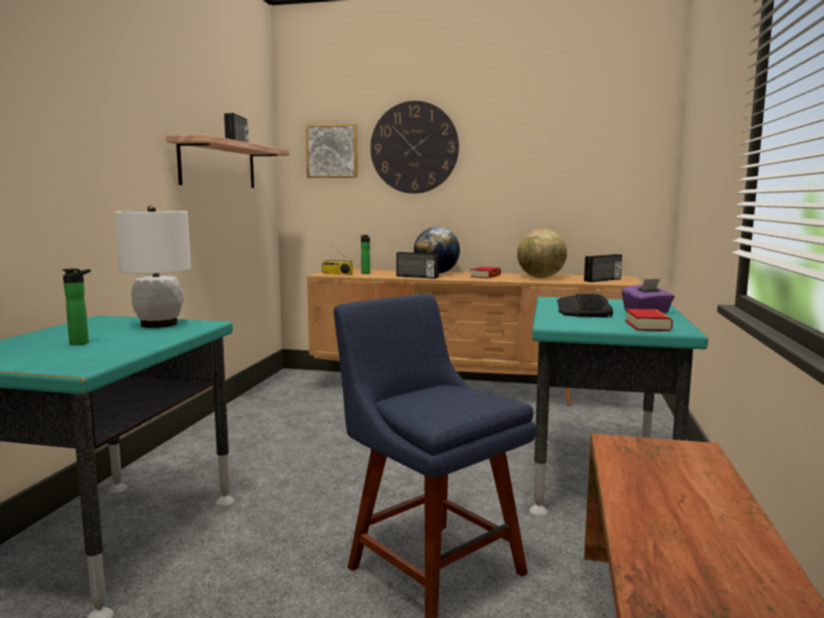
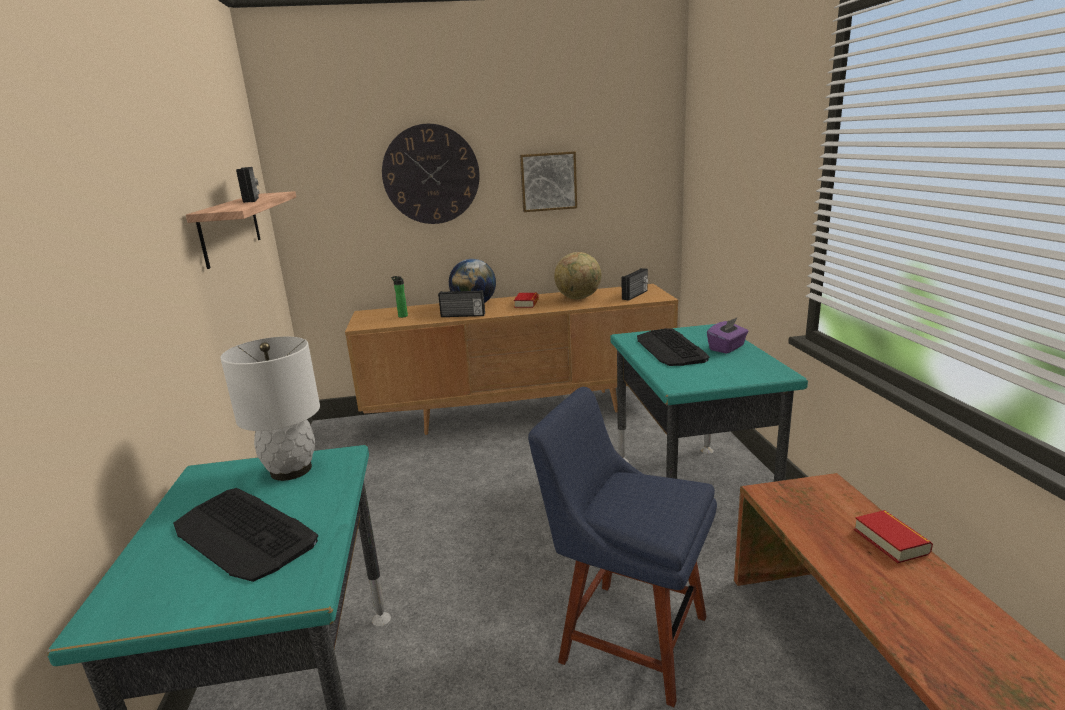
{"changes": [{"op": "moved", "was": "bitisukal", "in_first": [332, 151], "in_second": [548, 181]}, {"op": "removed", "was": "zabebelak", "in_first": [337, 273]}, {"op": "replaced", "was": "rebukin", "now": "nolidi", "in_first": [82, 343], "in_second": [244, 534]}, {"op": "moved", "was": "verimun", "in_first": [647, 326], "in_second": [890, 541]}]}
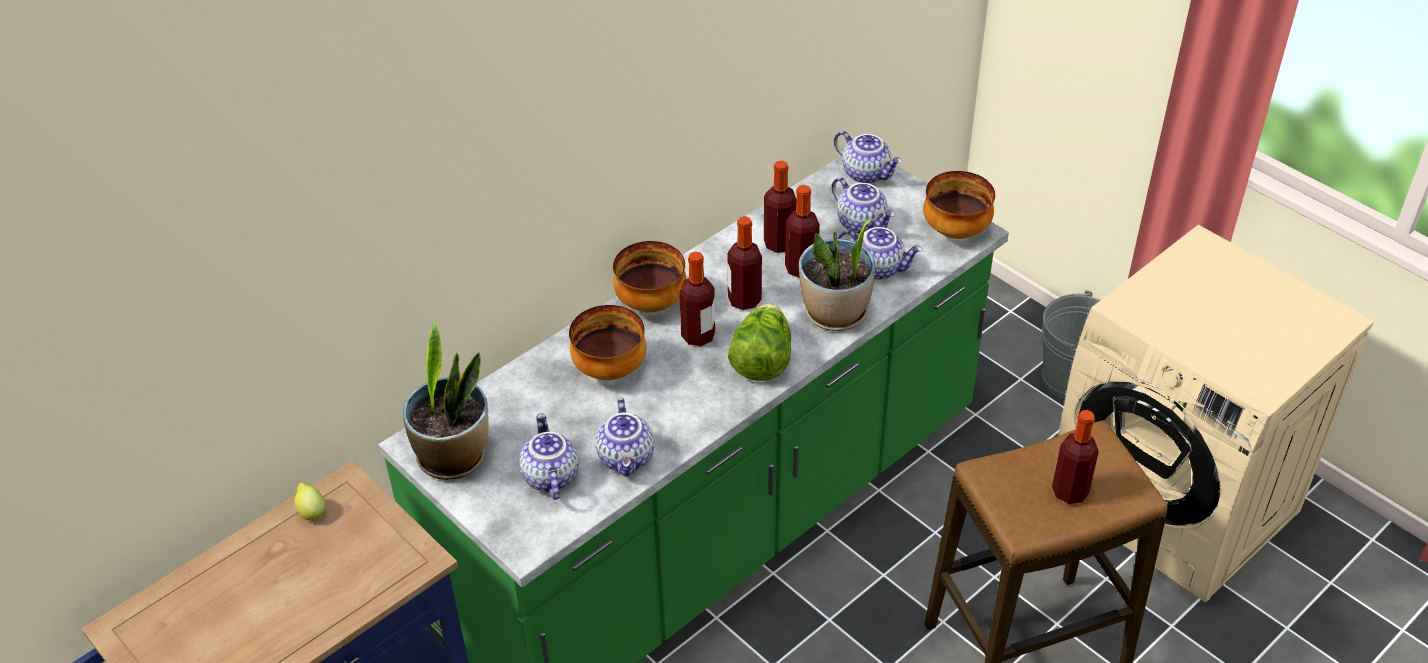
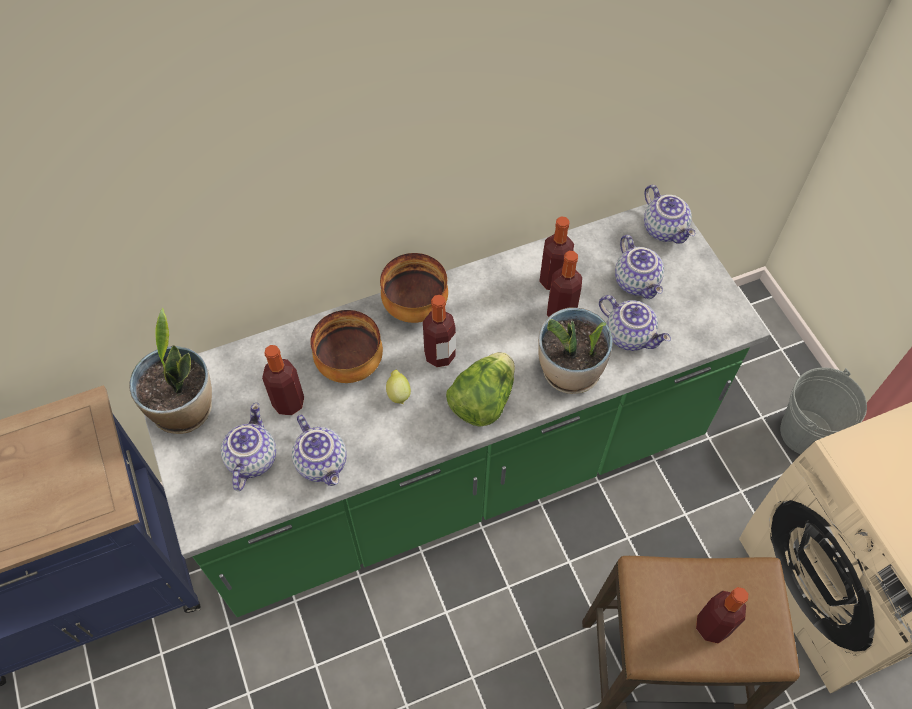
{"changes": [{"op": "removed", "was": "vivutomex", "in_first": [956, 230]}, {"op": "moved", "was": "rebukin", "in_first": [744, 300], "in_second": [288, 402]}, {"op": "turned", "was": "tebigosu", "in_first": [627, 458], "in_second": [323, 463], "clockwise": -45}, {"op": "moved", "was": "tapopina", "in_first": [312, 512], "in_second": [398, 393]}]}
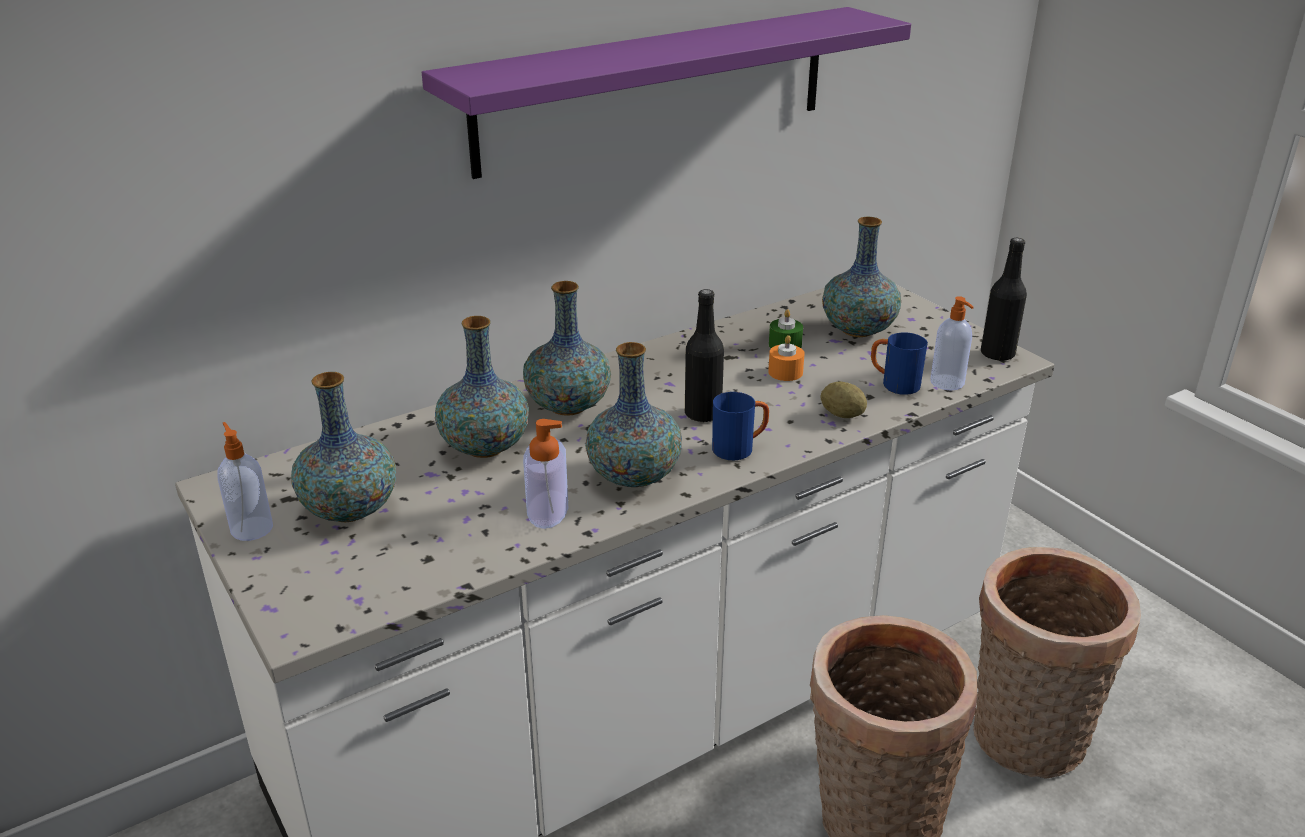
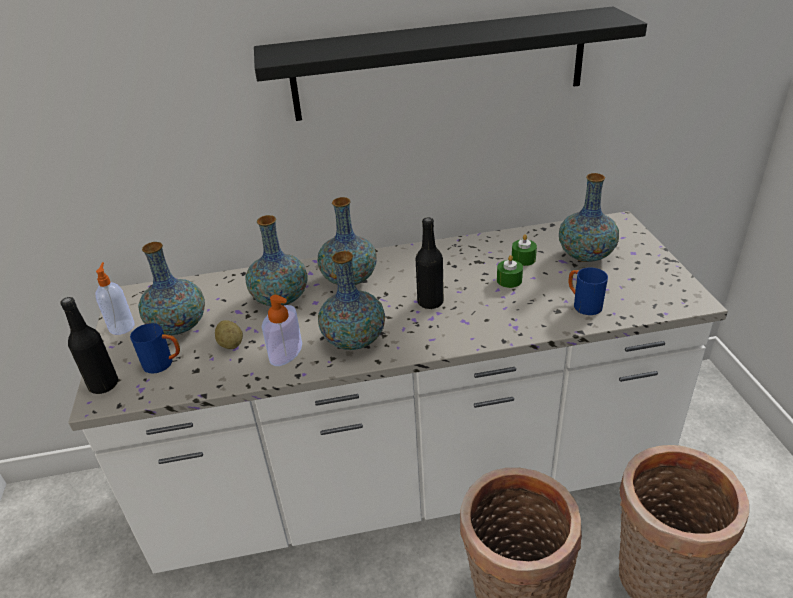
{"changes": [{"op": "recoloured", "was": "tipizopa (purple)", "now": "tipizopa (black)", "in_first": [656, 89], "in_second": [440, 65]}, {"op": "moved", "was": "rebukin (black)", "in_first": [997, 354], "in_second": [104, 385]}, {"op": "removed", "was": "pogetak", "in_first": [948, 383]}, {"op": "recoloured", "was": "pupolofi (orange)", "now": "pupolofi (green)", "in_first": [785, 372], "in_second": [509, 280]}, {"op": "moved", "was": "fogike", "in_first": [842, 414], "in_second": [231, 344]}, {"op": "moved", "was": "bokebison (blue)", "in_first": [740, 448], "in_second": [164, 364]}]}
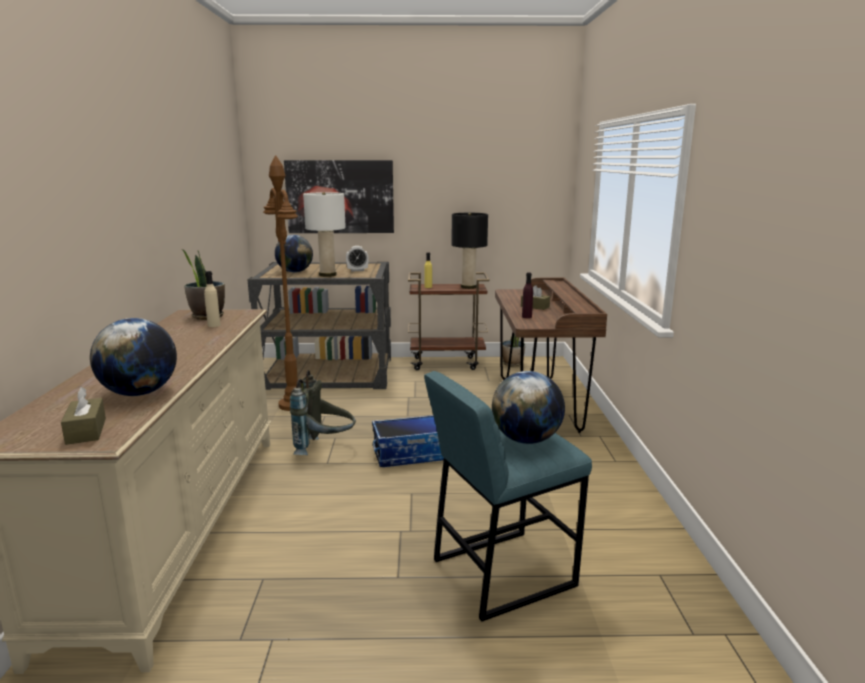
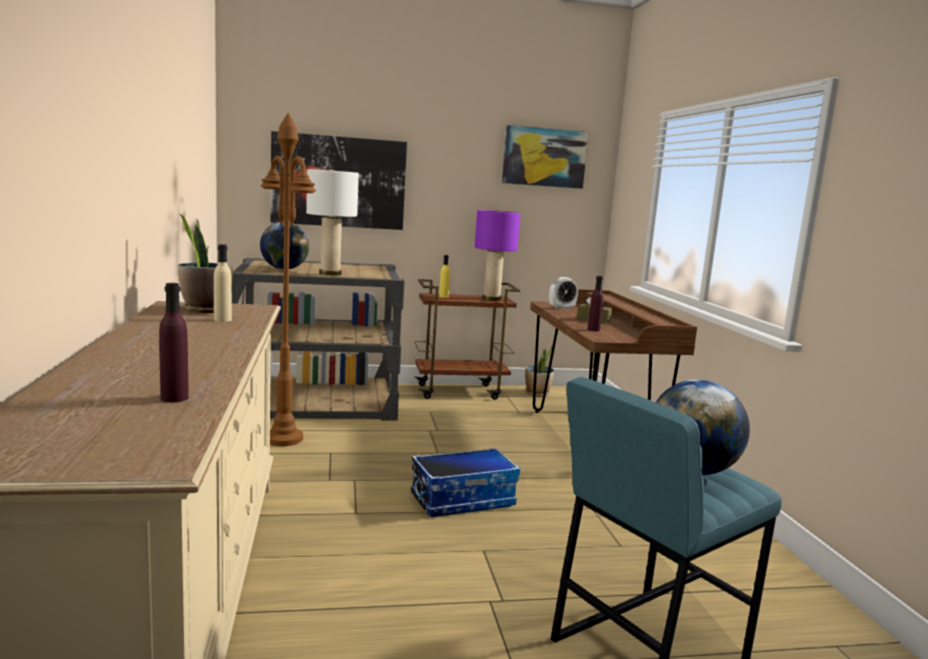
{"changes": [{"op": "recoloured", "was": "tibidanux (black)", "now": "tibidanux (purple)", "in_first": [468, 287], "in_second": [492, 299]}, {"op": "moved", "was": "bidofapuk", "in_first": [357, 270], "in_second": [562, 308]}, {"op": "replaced", "was": "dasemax", "now": "rebukin (purple)", "in_first": [140, 393], "in_second": [174, 398]}, {"op": "removed", "was": "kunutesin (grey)", "in_first": [325, 448]}, {"op": "removed", "was": "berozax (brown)", "in_first": [86, 431]}, {"op": "added", "now": "bitisukal", "in_second": [544, 157]}]}
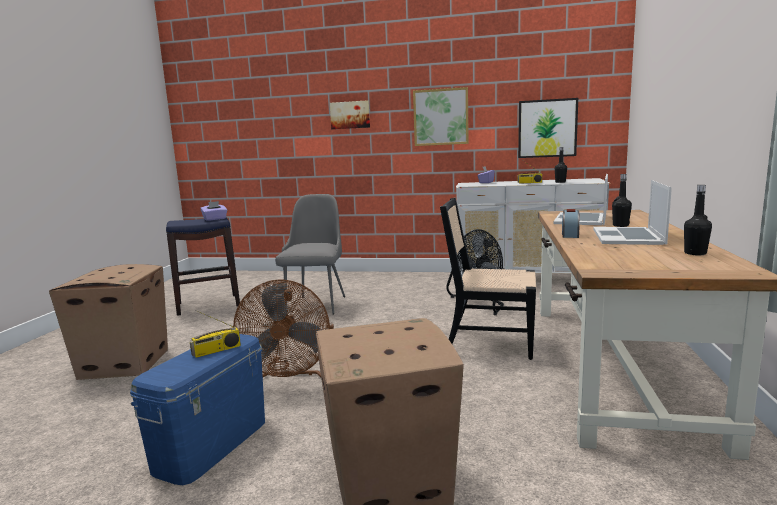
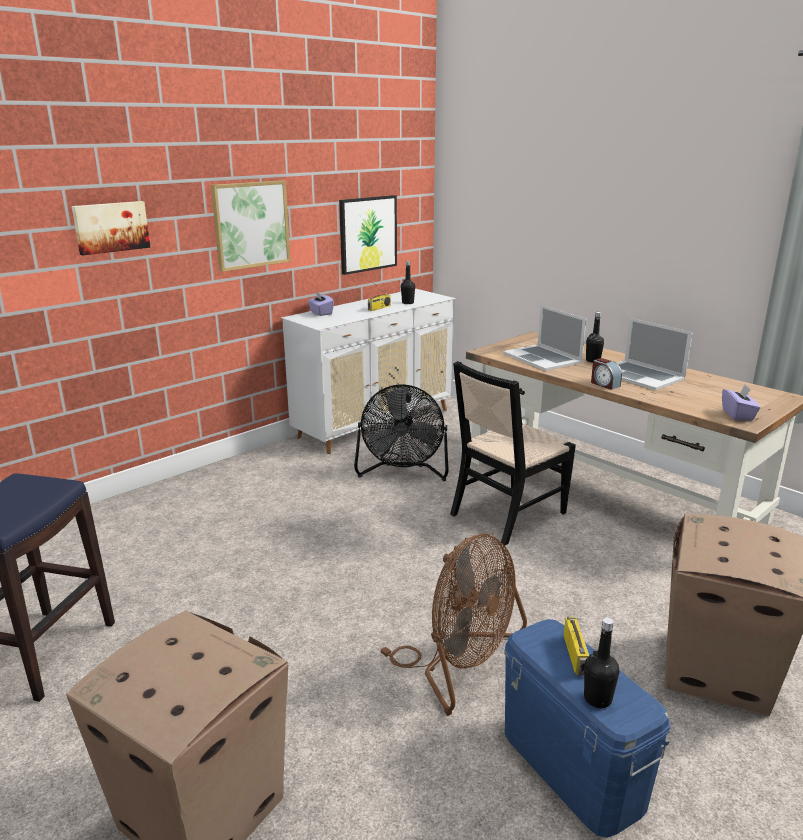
{"changes": [{"op": "moved", "was": "rebukin (black)", "in_first": [695, 253], "in_second": [597, 699]}, {"op": "removed", "was": "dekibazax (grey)", "in_first": [316, 305]}, {"op": "moved", "was": "berozax (purple)", "in_first": [215, 219], "in_second": [738, 415]}]}
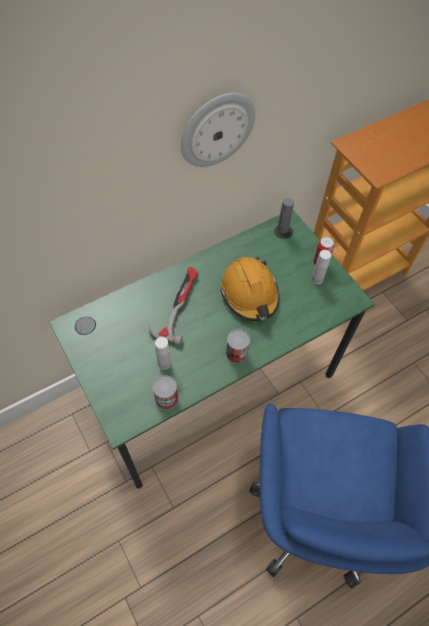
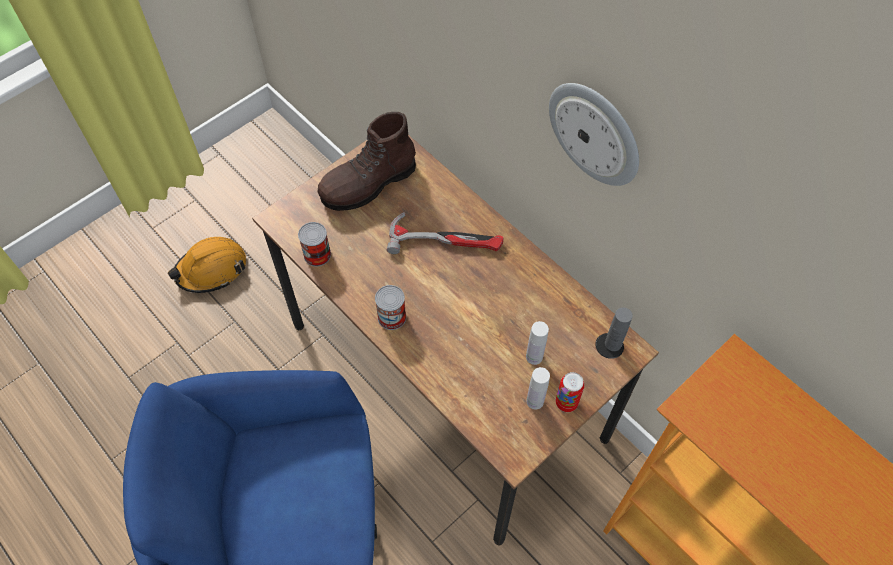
{"changes": [{"op": "recoloured", "was": "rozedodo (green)", "now": "rozedodo (brown)", "in_first": [212, 384], "in_second": [446, 381]}, {"op": "moved", "was": "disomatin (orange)", "in_first": [249, 293], "in_second": [211, 269]}, {"op": "moved", "was": "rebukin (white)", "in_first": [164, 363], "in_second": [534, 357]}, {"op": "added", "now": "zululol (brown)", "in_second": [368, 184]}]}
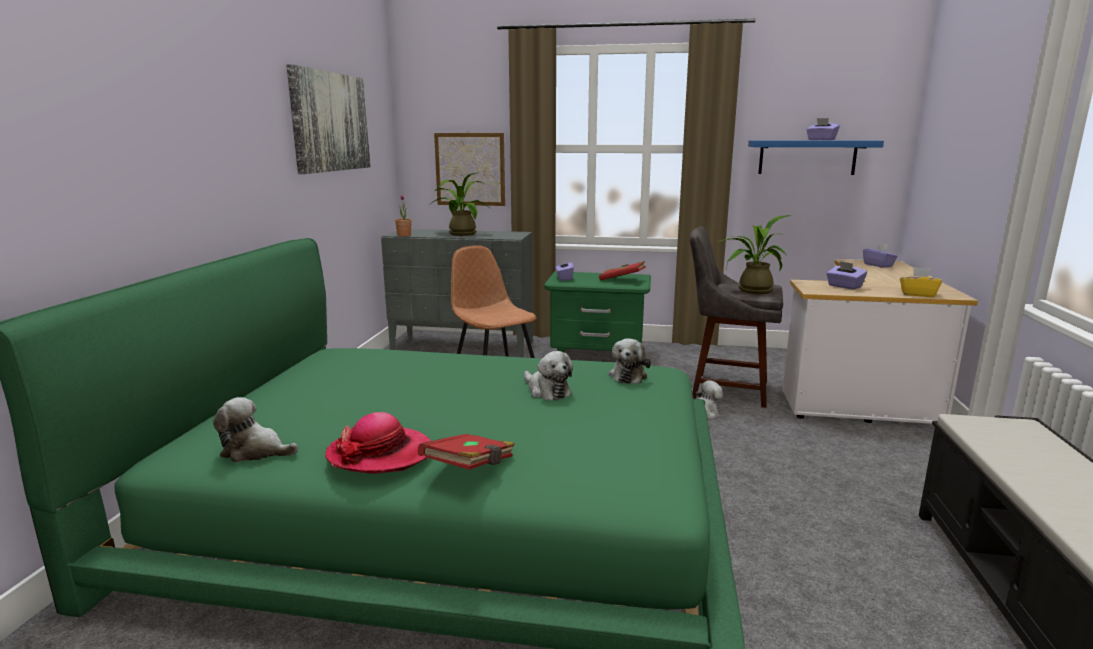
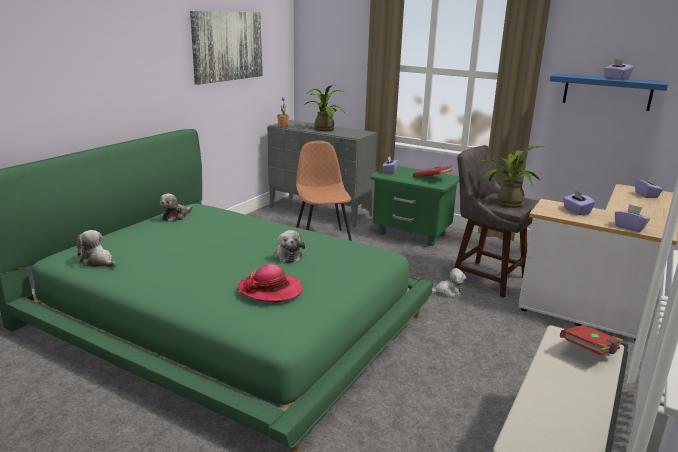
{"changes": [{"op": "removed", "was": "bitisukal", "in_first": [470, 168]}, {"op": "recoloured", "was": "berozax (yellow)", "now": "berozax (purple)", "in_first": [917, 294], "in_second": [629, 227]}, {"op": "moved", "was": "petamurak", "in_first": [628, 375], "in_second": [176, 216]}, {"op": "moved", "was": "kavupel", "in_first": [380, 454], "in_second": [270, 290]}, {"op": "moved", "was": "verimun (red)", "in_first": [470, 468], "in_second": [590, 351]}]}
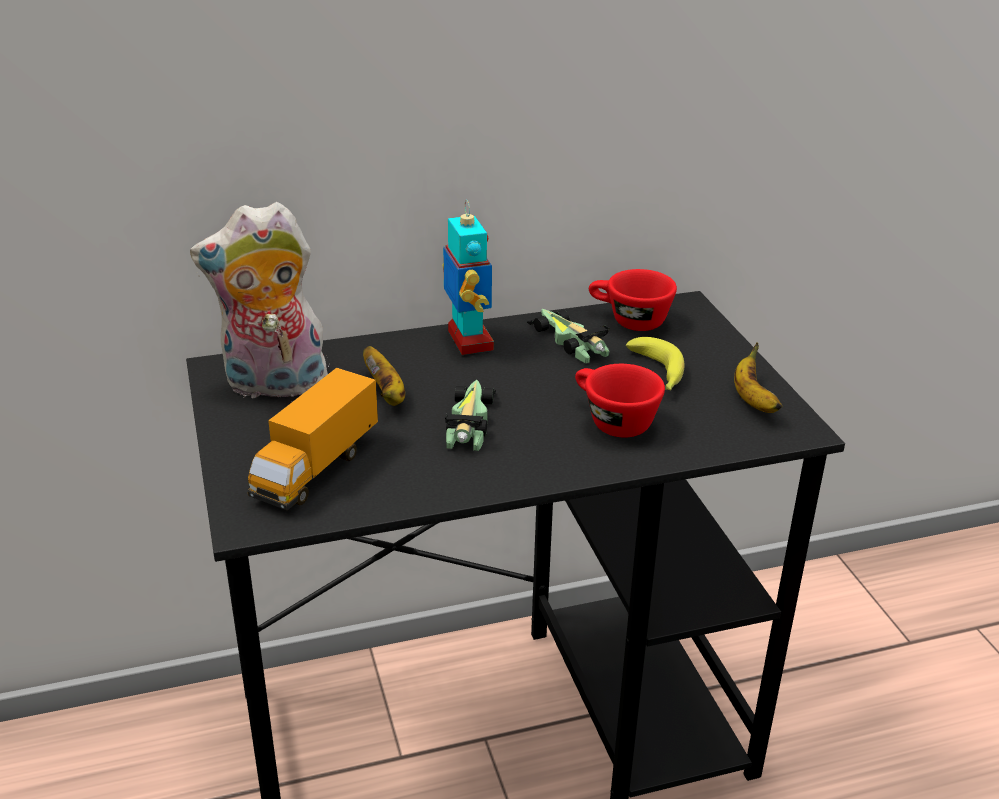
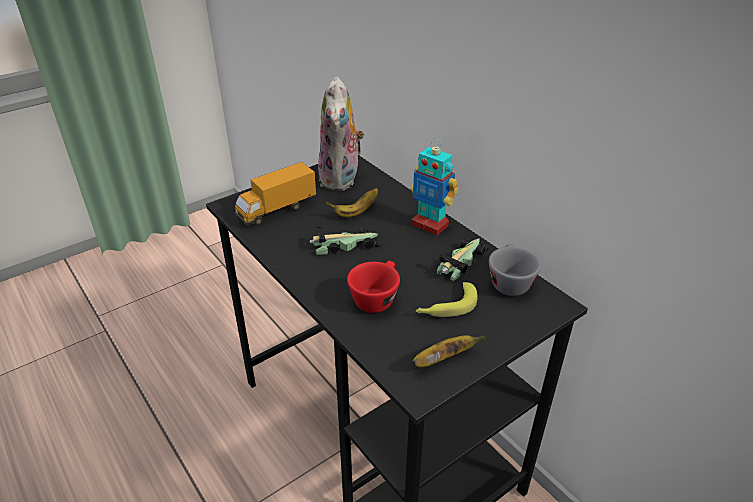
{"changes": [{"op": "turned", "was": "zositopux", "in_first": [468, 341], "in_second": [430, 225], "clockwise": 75}, {"op": "turned", "was": "petamurak", "in_first": [273, 386], "in_second": [342, 179], "clockwise": -150}, {"op": "recoloured", "was": "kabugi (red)", "now": "kabugi (grey)", "in_first": [628, 320], "in_second": [508, 281]}, {"op": "turned", "was": "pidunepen", "in_first": [316, 469], "in_second": [276, 211], "clockwise": -45}]}
